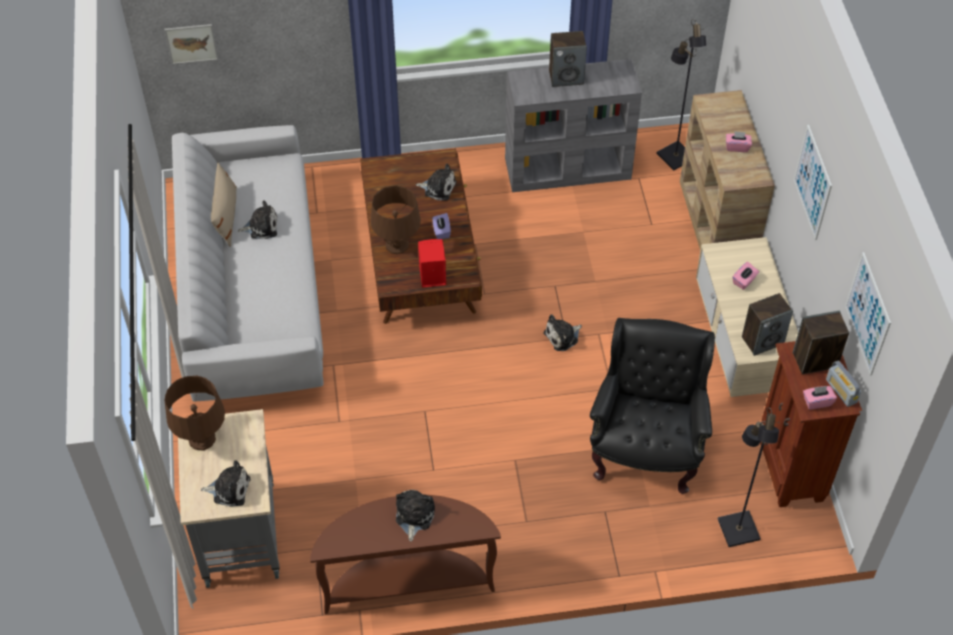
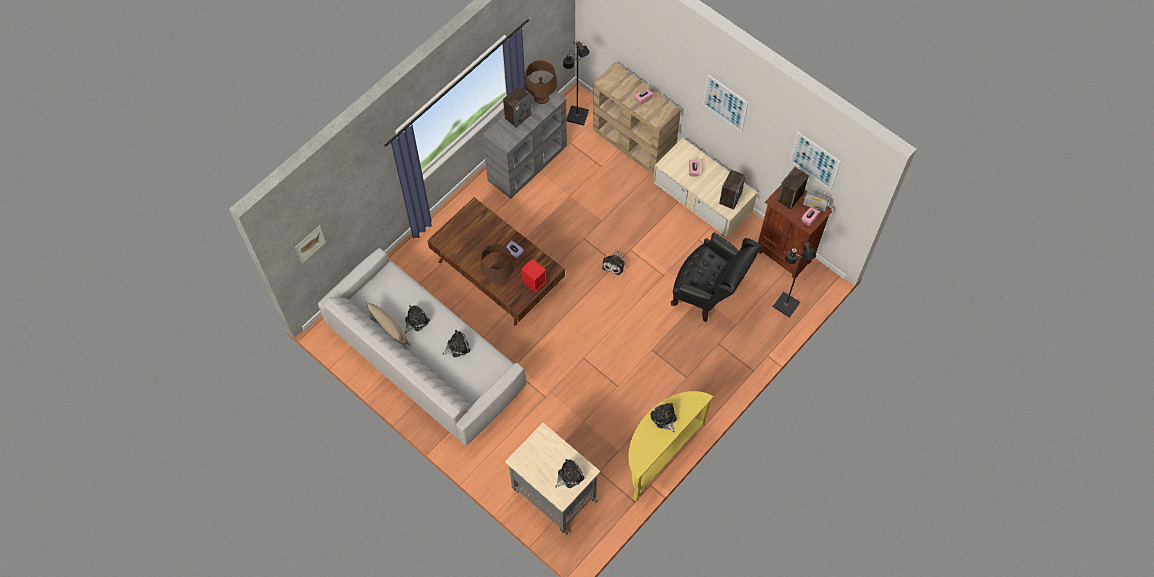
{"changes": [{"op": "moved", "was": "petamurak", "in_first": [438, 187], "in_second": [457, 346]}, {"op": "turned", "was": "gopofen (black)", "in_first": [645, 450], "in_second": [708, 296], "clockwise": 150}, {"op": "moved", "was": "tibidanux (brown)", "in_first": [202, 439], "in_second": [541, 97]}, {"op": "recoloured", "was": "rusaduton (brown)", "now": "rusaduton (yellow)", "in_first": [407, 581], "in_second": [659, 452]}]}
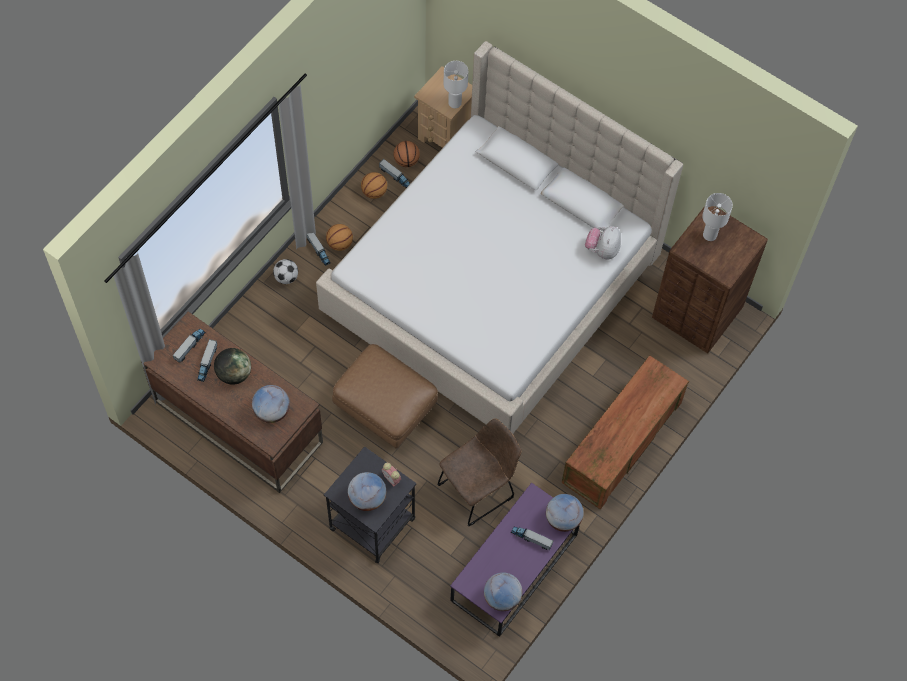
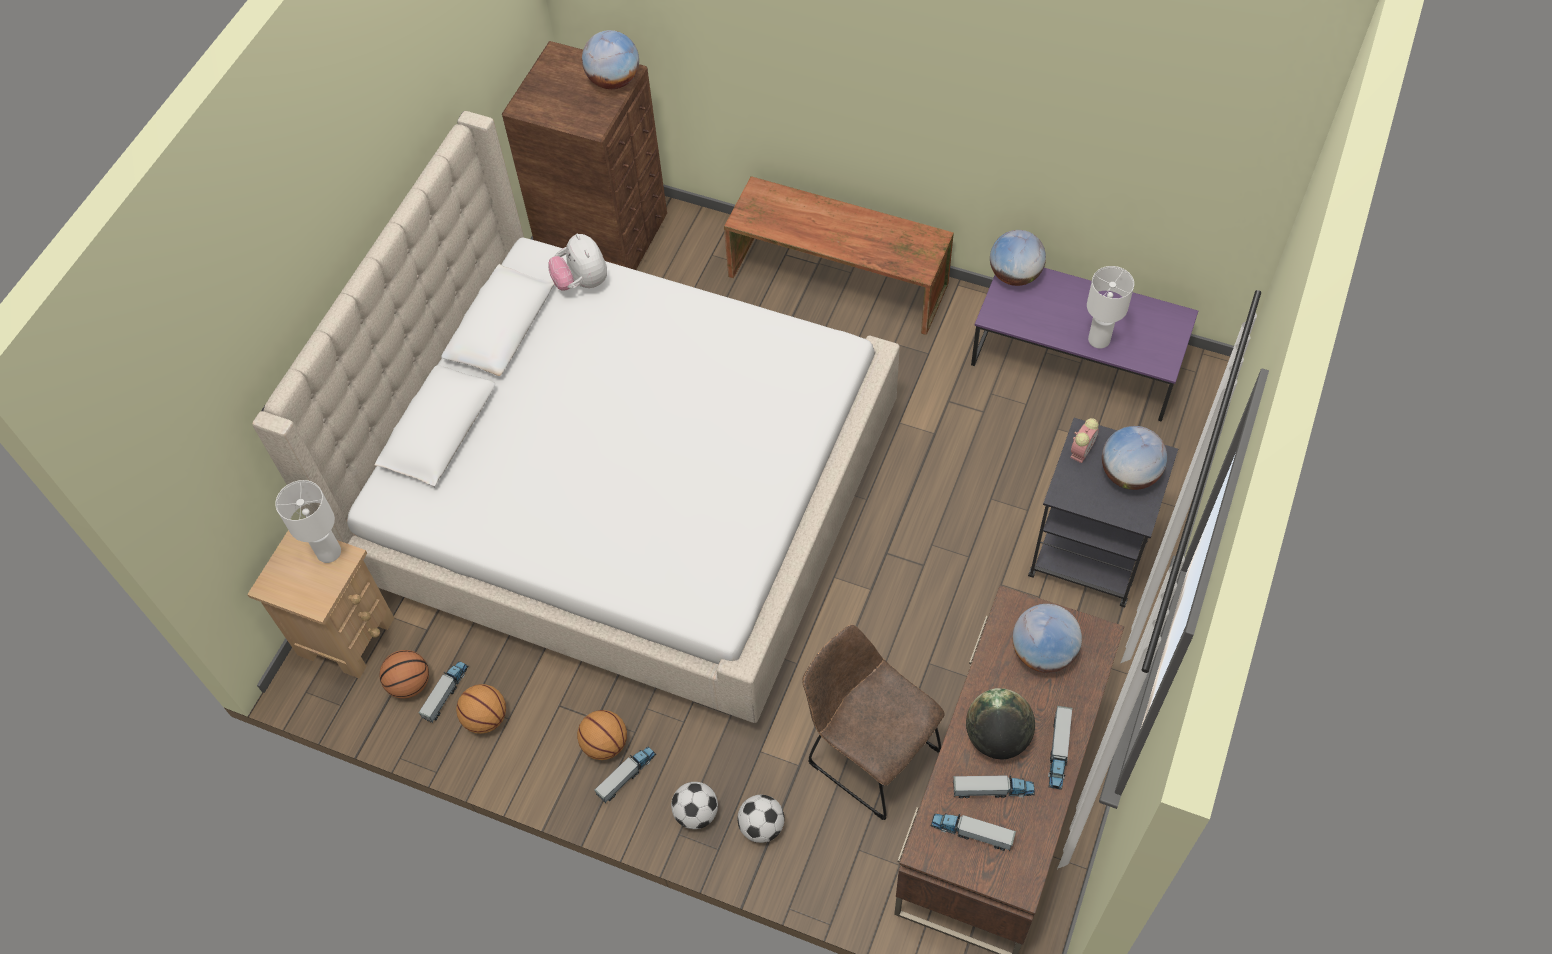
{"changes": [{"op": "moved", "was": "tibidanux (white)", "in_first": [709, 235], "in_second": [1099, 340]}, {"op": "turned", "was": "petamurak", "in_first": [602, 250], "in_second": [582, 282], "clockwise": 60}, {"op": "removed", "was": "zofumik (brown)", "in_first": [386, 410]}, {"op": "moved", "was": "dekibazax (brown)", "in_first": [479, 489], "in_second": [868, 753]}, {"op": "moved", "was": "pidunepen", "in_first": [531, 539], "in_second": [1058, 751]}, {"op": "moved", "was": "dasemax", "in_first": [502, 597], "in_second": [613, 81]}, {"op": "added", "now": "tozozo", "in_second": [761, 826]}]}
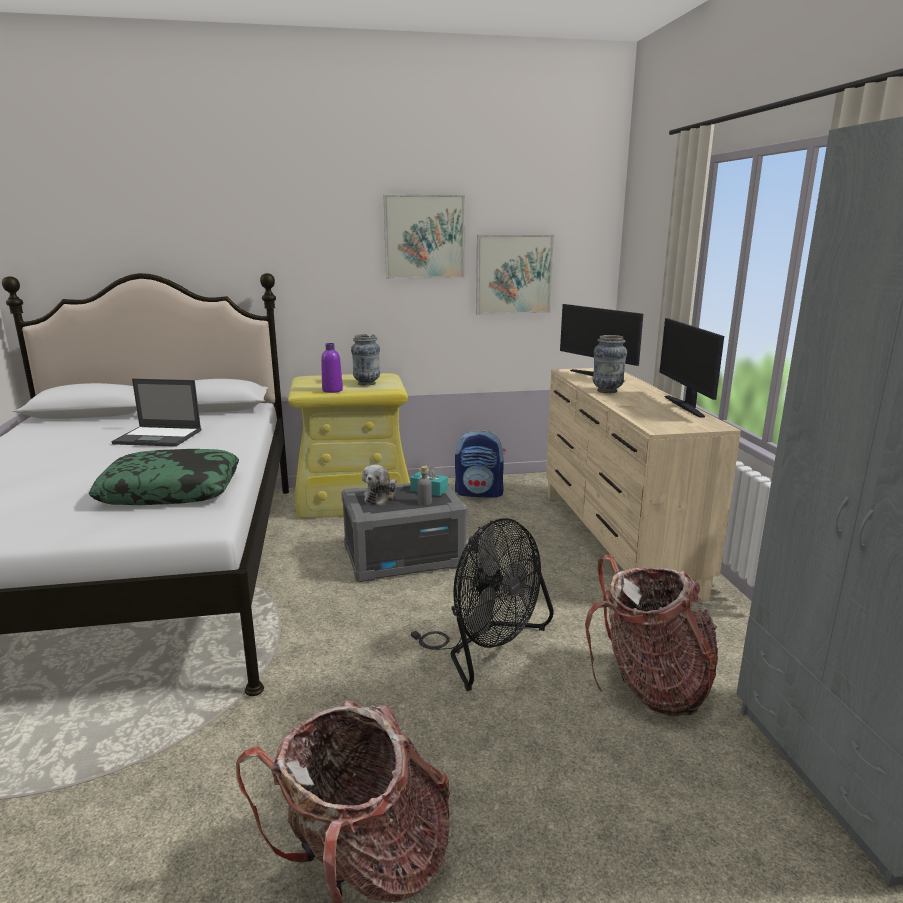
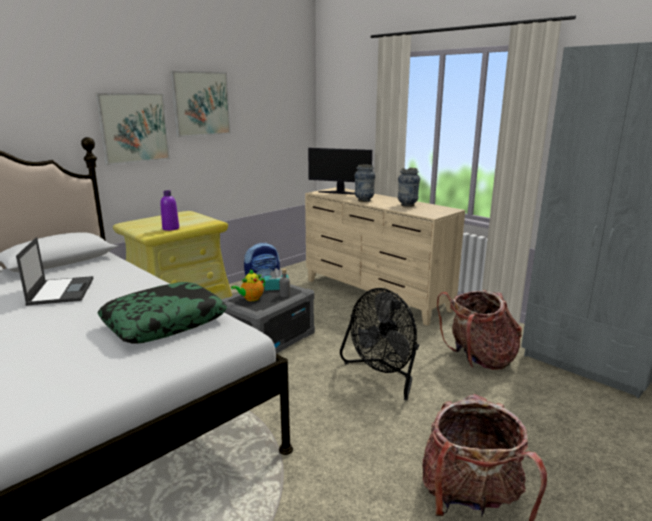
{"changes": [{"op": "moved", "was": "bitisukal", "in_first": [513, 274], "in_second": [134, 128]}, {"op": "removed", "was": "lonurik", "in_first": [686, 406]}, {"op": "moved", "was": "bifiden", "in_first": [367, 383], "in_second": [407, 205]}, {"op": "turned", "was": "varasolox", "in_first": [159, 437], "in_second": [61, 291], "clockwise": -75}, {"op": "replaced", "was": "petamurak", "now": "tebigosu", "in_first": [381, 497], "in_second": [251, 299]}, {"op": "turned", "was": "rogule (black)", "in_first": [484, 649], "in_second": [383, 373], "clockwise": 135}]}
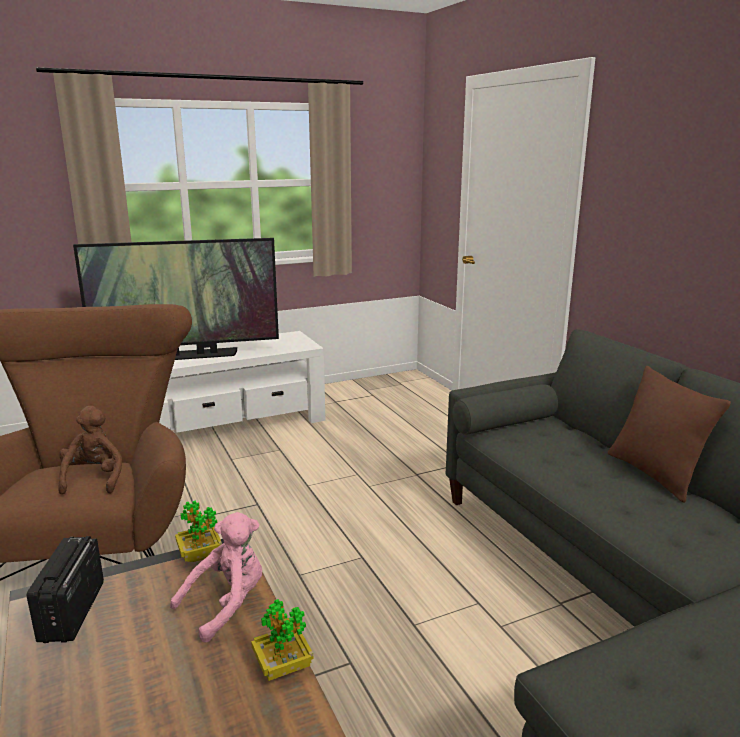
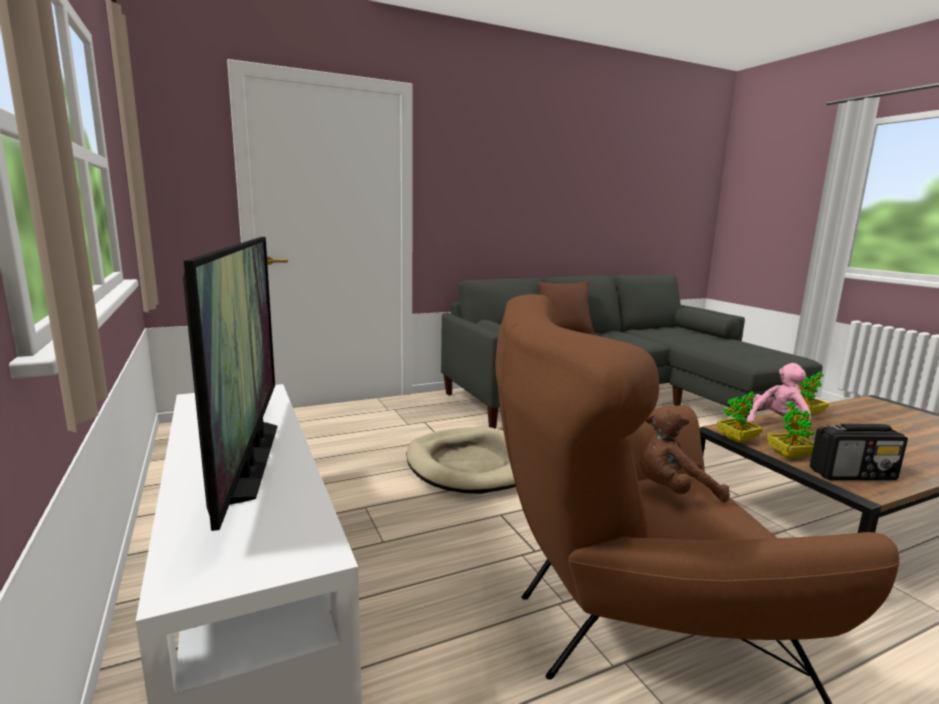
{"changes": [{"op": "turned", "was": "petamurak (pink)", "in_first": [227, 604], "in_second": [777, 427], "clockwise": 90}, {"op": "added", "now": "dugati", "in_second": [789, 455]}, {"op": "added", "now": "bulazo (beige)", "in_second": [471, 465]}]}
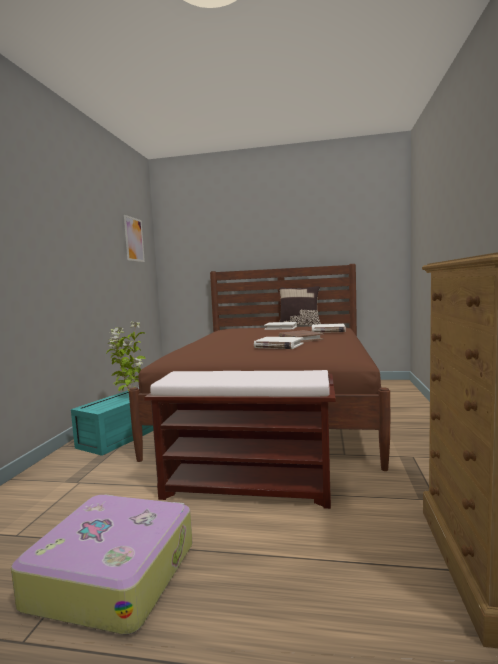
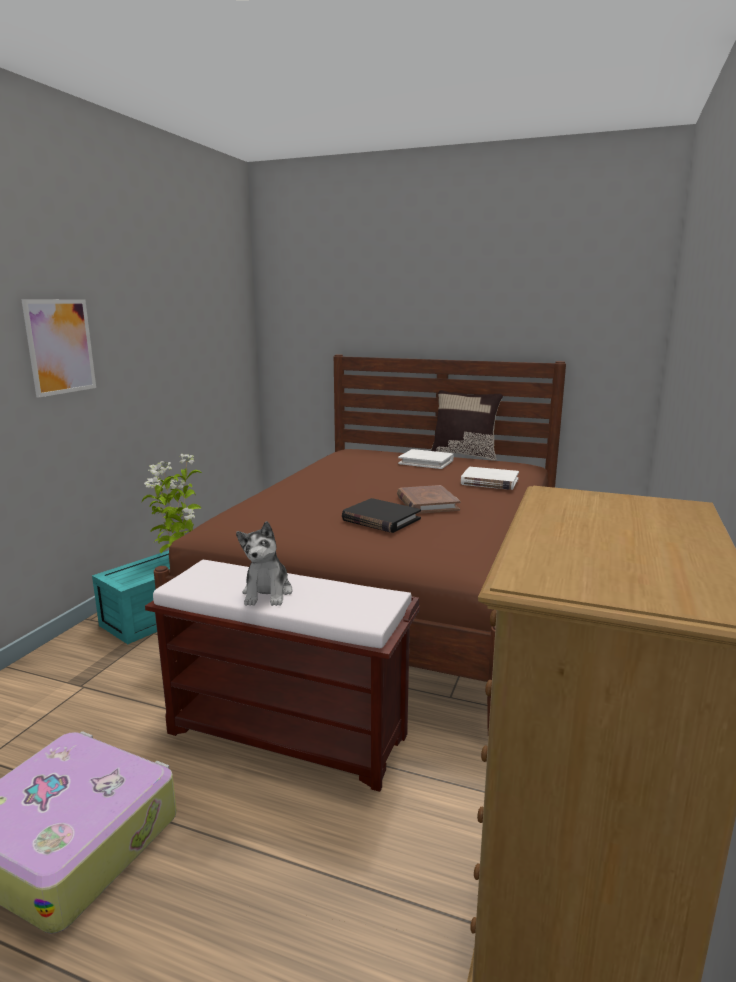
{"changes": [{"op": "moved", "was": "bitisukal", "in_first": [134, 239], "in_second": [60, 346]}, {"op": "recoloured", "was": "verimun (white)", "now": "verimun (black)", "in_first": [278, 345], "in_second": [380, 519]}, {"op": "added", "now": "petamurak", "in_second": [267, 593]}]}
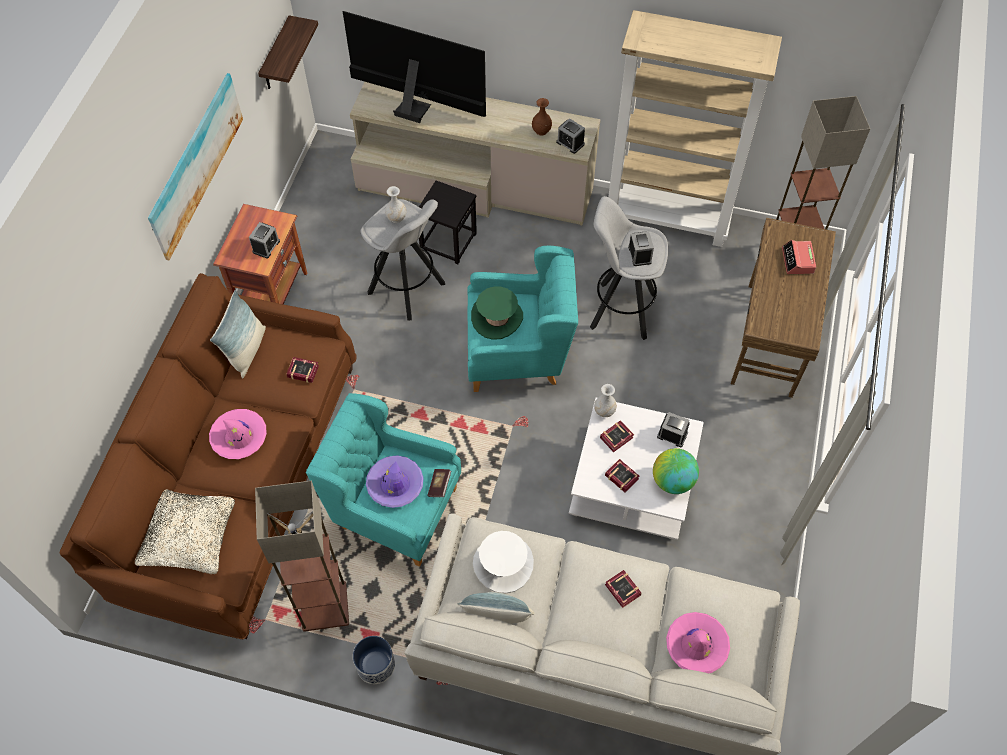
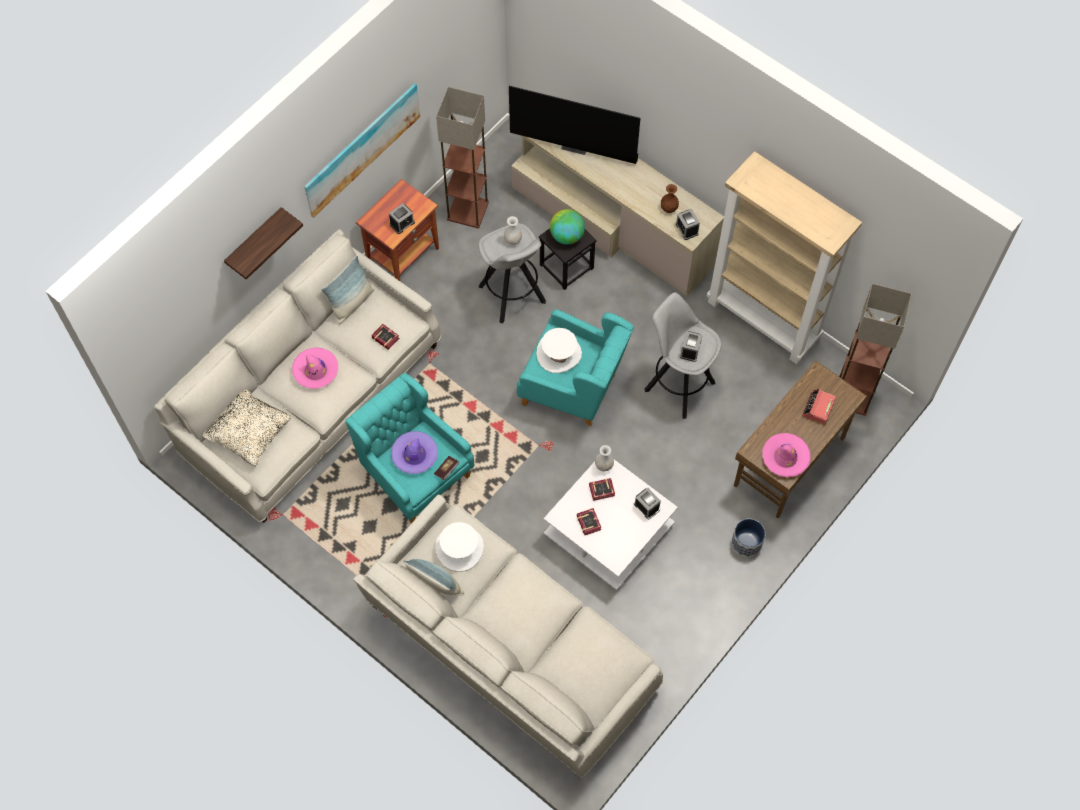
{"changes": [{"op": "turned", "was": "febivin", "in_first": [414, 106], "in_second": [575, 145], "clockwise": 150}, {"op": "moved", "was": "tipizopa", "in_first": [276, 55], "in_second": [255, 241]}, {"op": "recoloured", "was": "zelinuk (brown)", "now": "zelinuk (white)", "in_first": [237, 478], "in_second": [310, 398]}, {"op": "recoloured", "was": "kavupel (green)", "now": "kavupel (white)", "in_first": [497, 318], "in_second": [559, 354]}, {"op": "moved", "was": "dasemax", "in_first": [672, 481], "in_second": [567, 236]}, {"op": "moved", "was": "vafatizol", "in_first": [325, 605], "in_second": [468, 210]}, {"op": "removed", "was": "verimun", "in_first": [622, 591]}, {"op": "moved", "was": "kavupel (pink)", "in_first": [696, 645], "in_second": [785, 457]}, {"op": "moved", "was": "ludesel", "in_first": [375, 665], "in_second": [746, 542]}]}
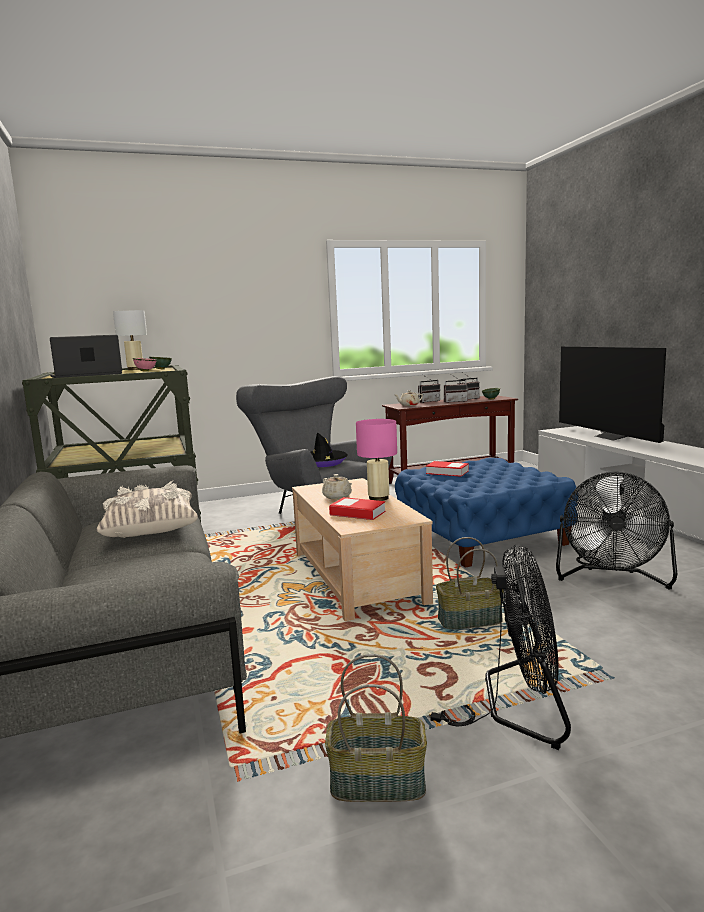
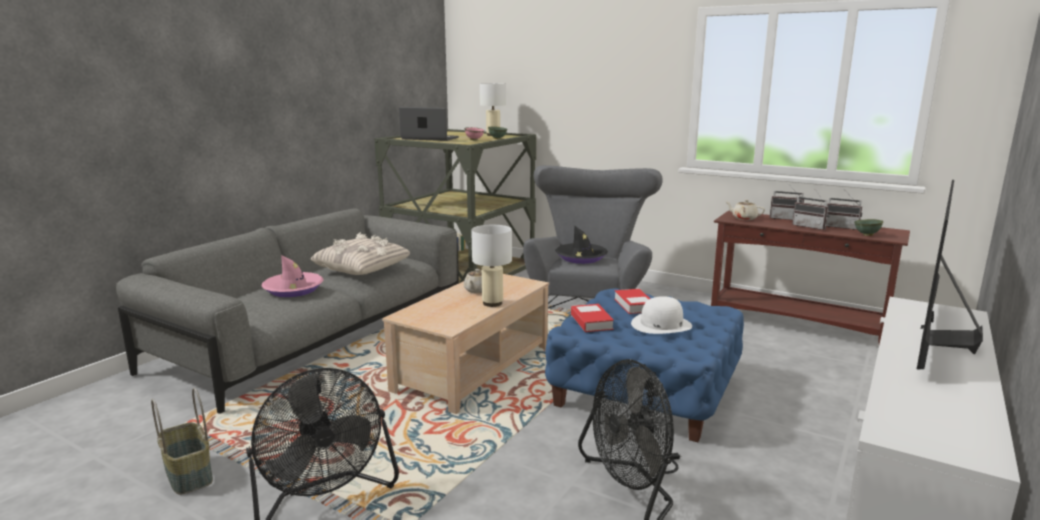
{"changes": [{"op": "recoloured", "was": "tibidanux (pink)", "now": "tibidanux (white)", "in_first": [379, 498], "in_second": [492, 303]}, {"op": "moved", "was": "verimun", "in_first": [357, 513], "in_second": [591, 322]}, {"op": "removed", "was": "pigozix", "in_first": [469, 621]}, {"op": "added", "now": "kavupel (pink)", "in_second": [293, 290]}, {"op": "added", "now": "kavupel (white)", "in_second": [661, 324]}]}
